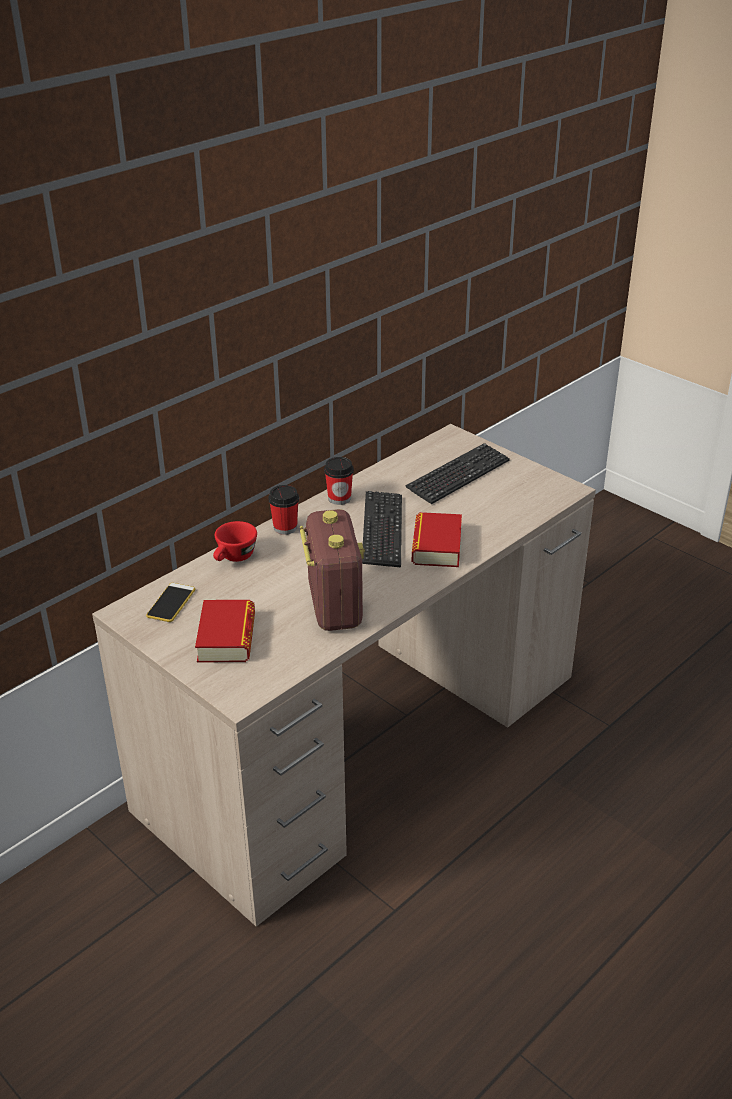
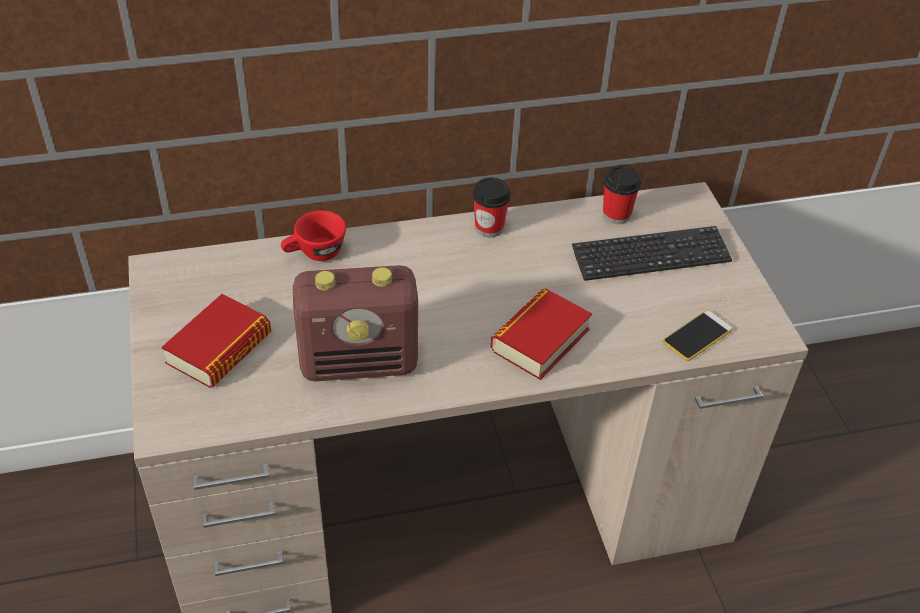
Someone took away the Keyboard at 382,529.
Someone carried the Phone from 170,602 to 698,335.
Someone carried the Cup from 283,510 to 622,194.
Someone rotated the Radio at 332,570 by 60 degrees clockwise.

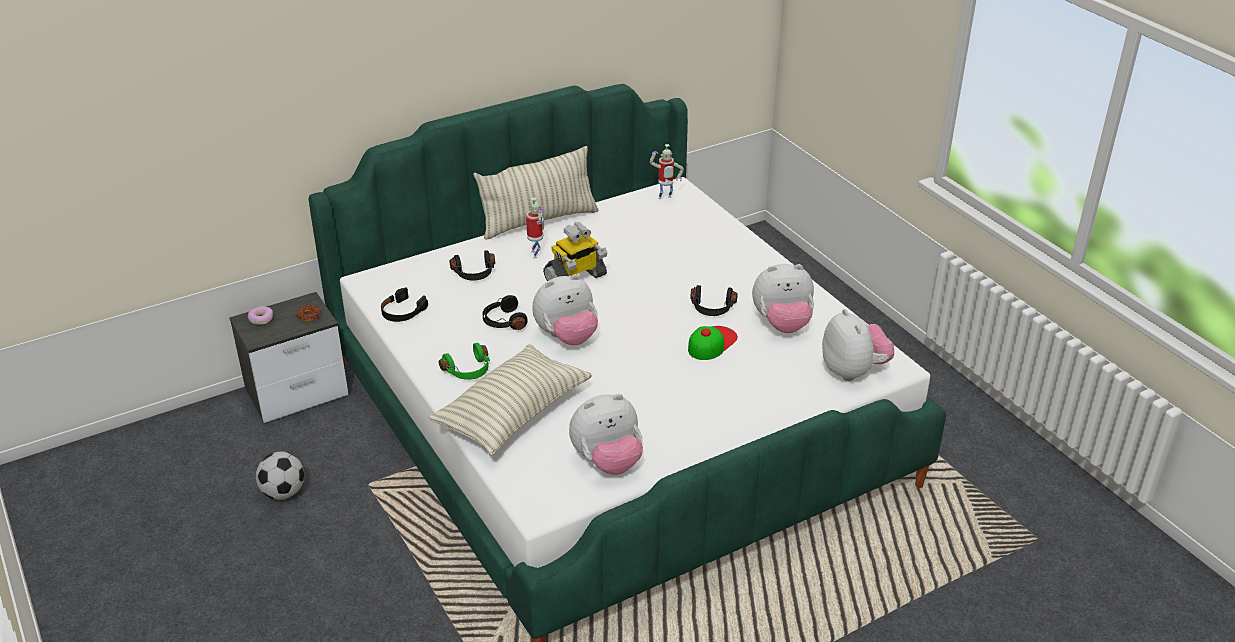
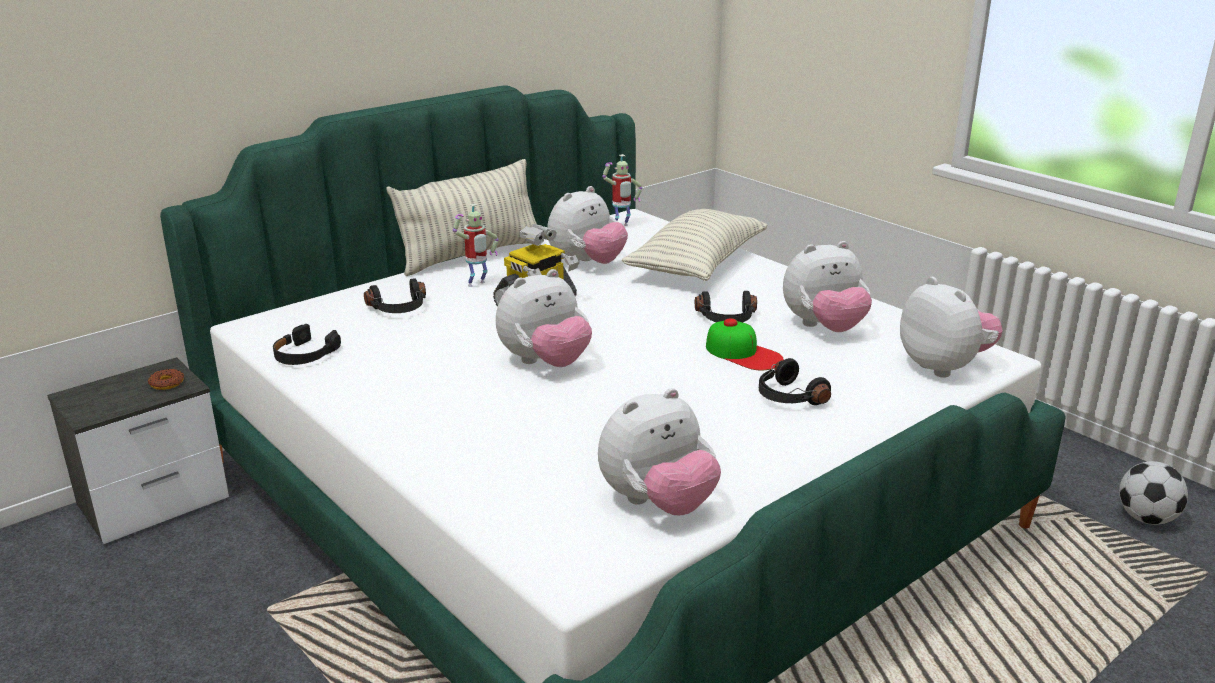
Someone took away the Donut at 260,315.
Someone took away the GreenHeadphones at 464,361.
Someone put down the PlushToy at 587,225.
Someone carried the Football from 280,476 to 1153,493.
Someone carried the Pillow from 510,399 to 694,245.
Someone carried the BlackHeadphones from 505,312 to 795,381.
Someone rotated the ToyRobot at 535,228 by 75 degrees clockwise.
Someone rotated the Cap at 713,343 by 105 degrees clockwise.

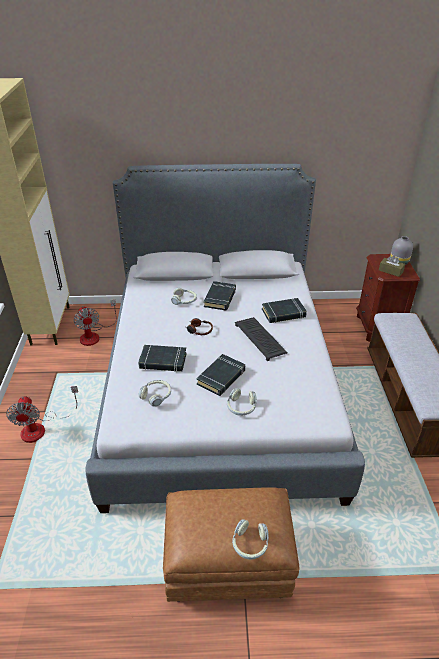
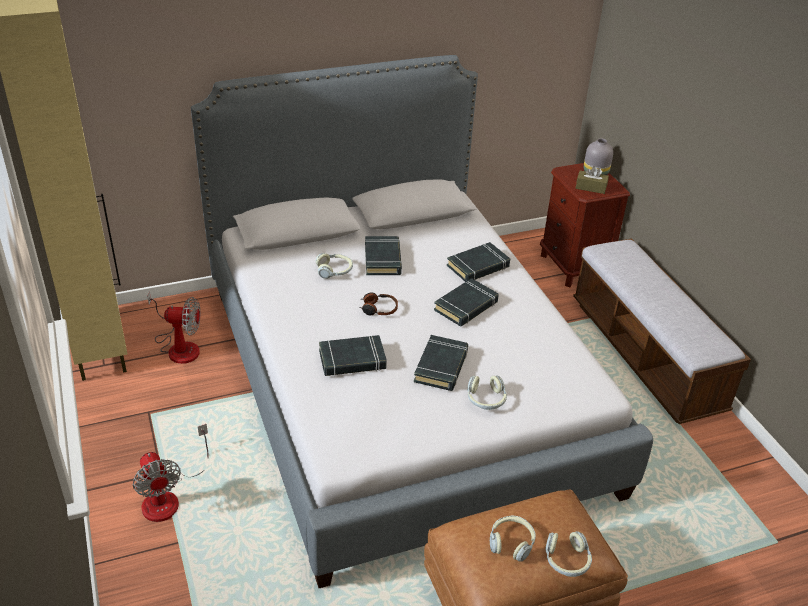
Someone carried the Headphones from 155,393 to 513,538.
Someone swapped the Keyboard at 261,339 for the BlackBook at 466,302.
Someone rotated the Fan at 95,323 by 45 degrees counterclockwise.

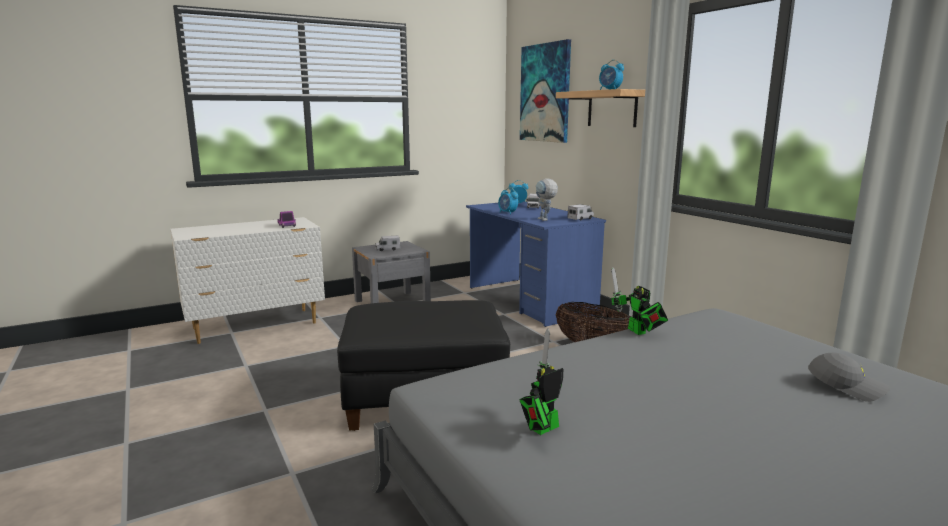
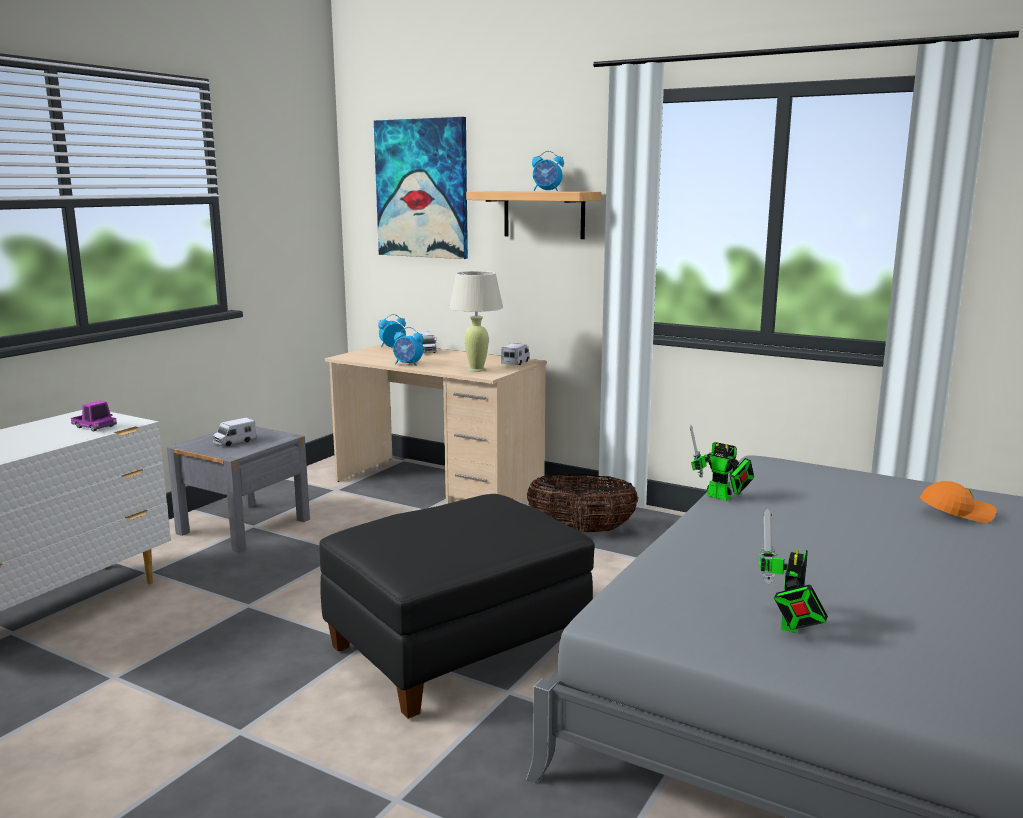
Someone swapped the ToyRobot at 547,199 for the BeigeTableLamp at 476,321.
Someone repainted the BlueDesk at 536,264, which became the BeigeDesk at 436,424.
Someone repainted the GreyCap at 849,377, which became the OrangeCap at 958,502.

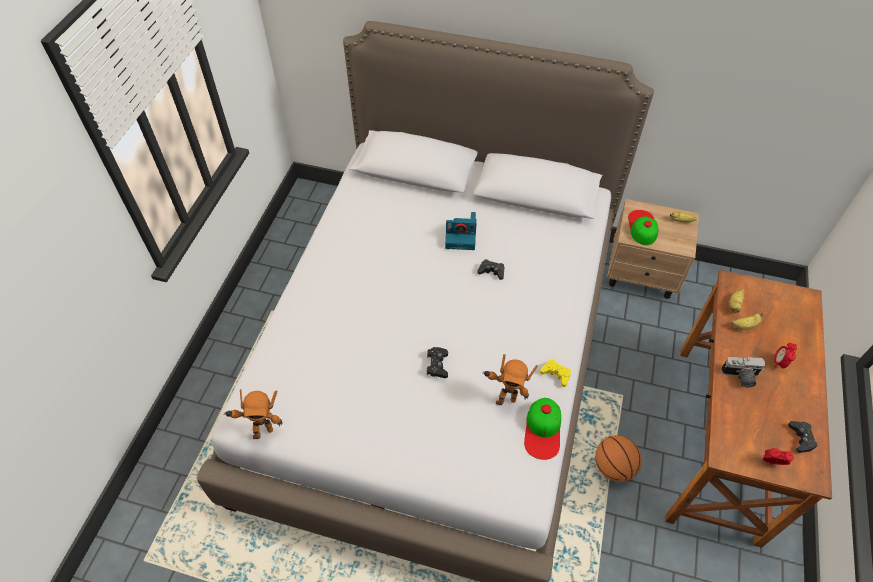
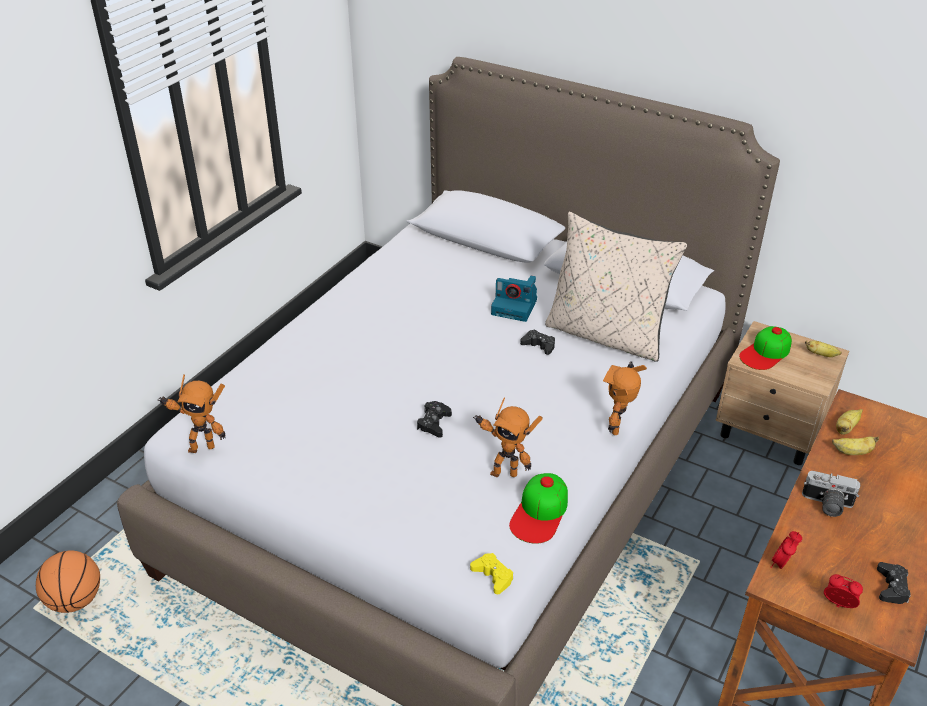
Someone put down the BeigePillow at 616,286.
Someone put down the ToyRobot at 625,398.
Someone carried the YellowGameController from 555,373 to 491,573.
Someone carried the Basketball from 618,458 to 68,582.
Someone carried the AlarmClock from 785,355 to 786,550.
Someone rotated the Cap at 643,227 by 150 degrees counterclockwise.

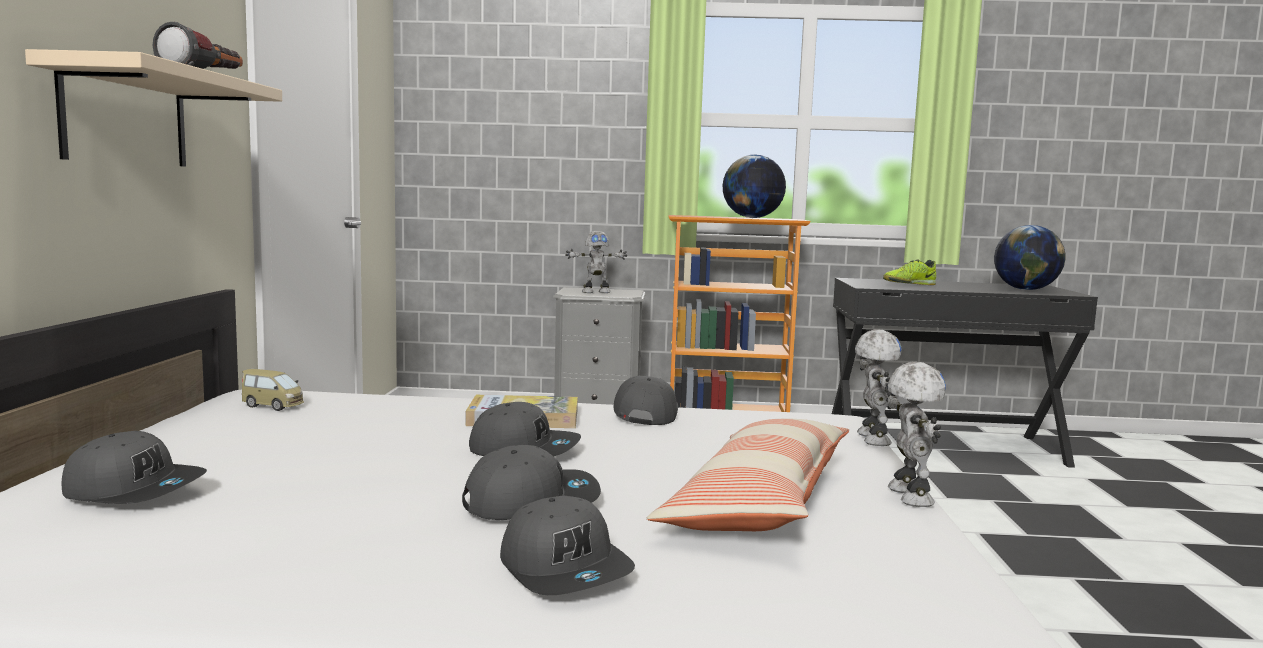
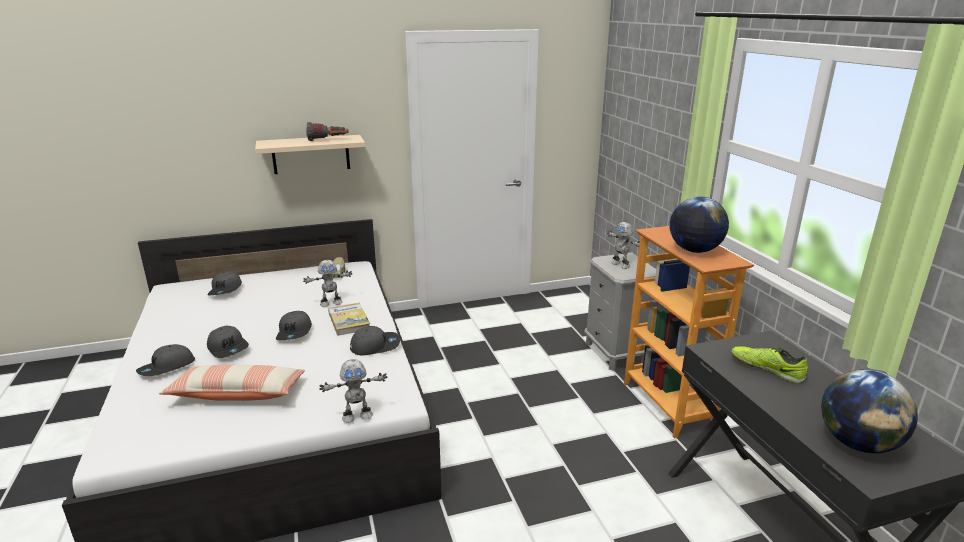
Someone carried the ToyRobot from 916,434 to 328,283.

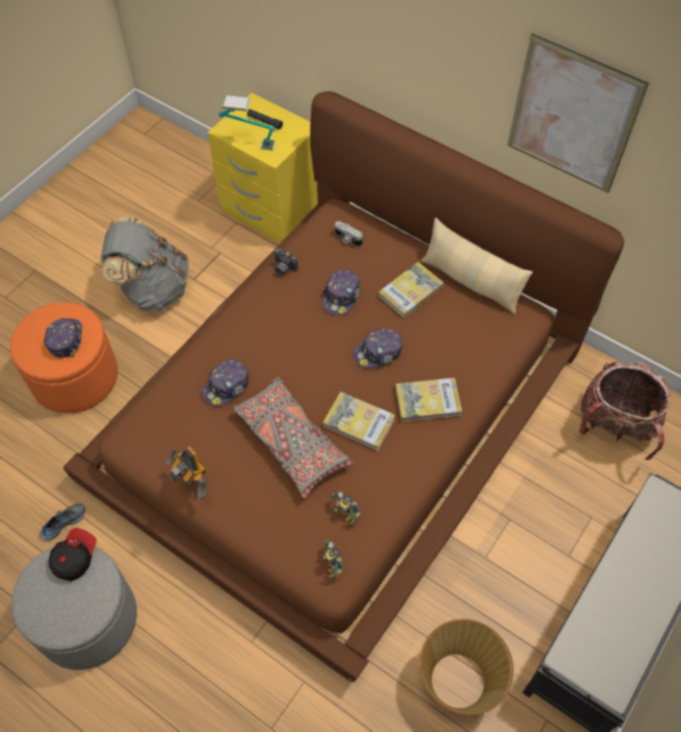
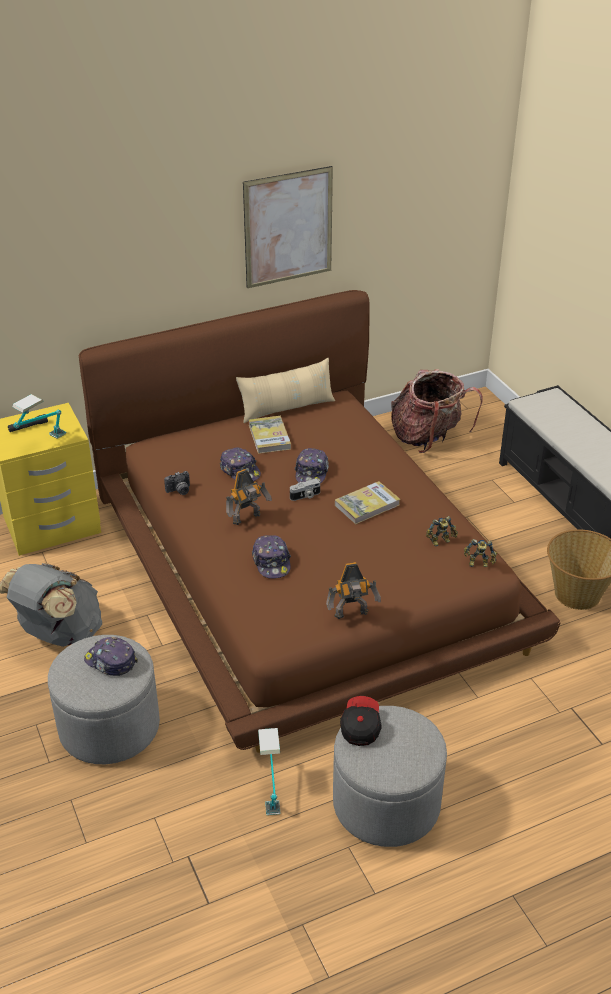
Someone took away the GreyPillow at 292,437.
Someone took away the Book at 428,400.
Someone put down the ToyRobot at 249,497.
Someone carried the PhotoCamera from 349,234 to 305,489.
Someone swapped the Shoe at 62,522 for the TableLamp at 269,771.
Someone repainted the OrangeOttoman at 64,357, which became the GreyOttoman at 104,699.
Someone rotated the Cap at 73,554 by 45 degrees clockwise.

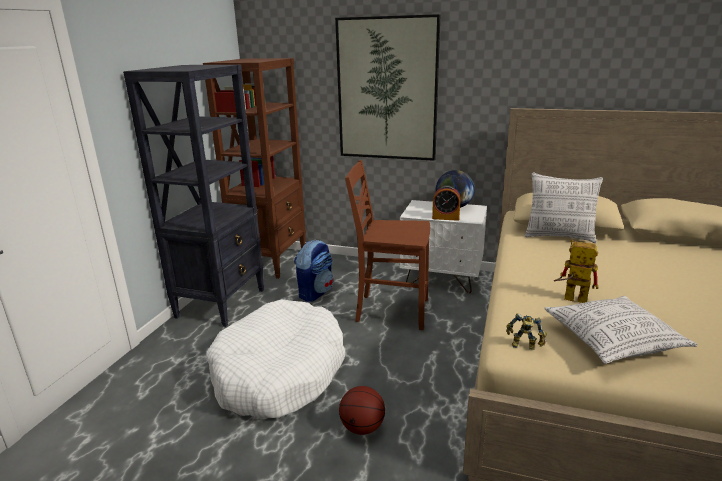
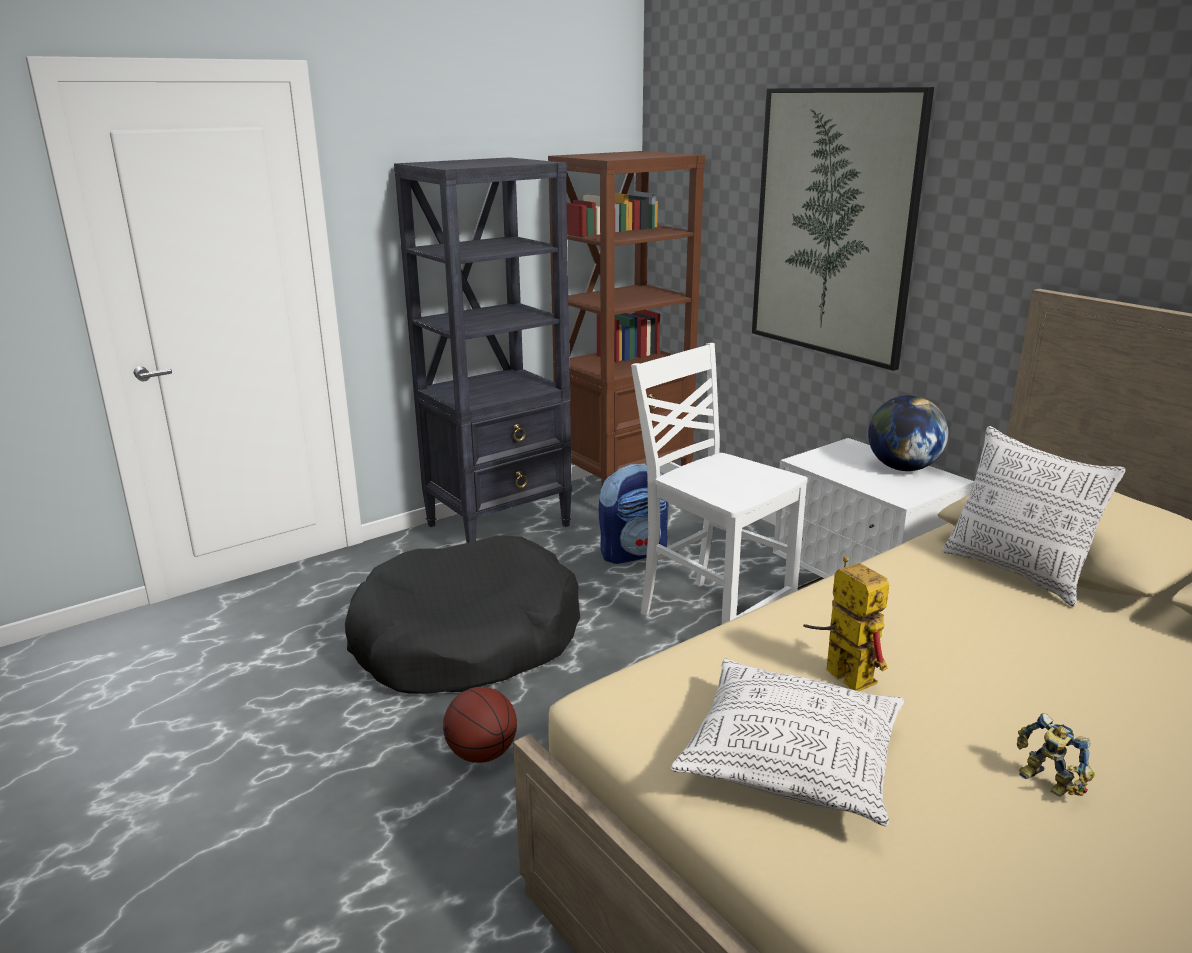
Someone took away the AlarmClock at 446,203.
Someone carried the ToyRobot from 526,331 to 1056,755.
Someone repainted the WhiteDogBed at 275,359, which became the BlackDogBed at 462,614.
Someone repainted the BrownChair at 387,245, which became the WhiteChair at 719,484.

